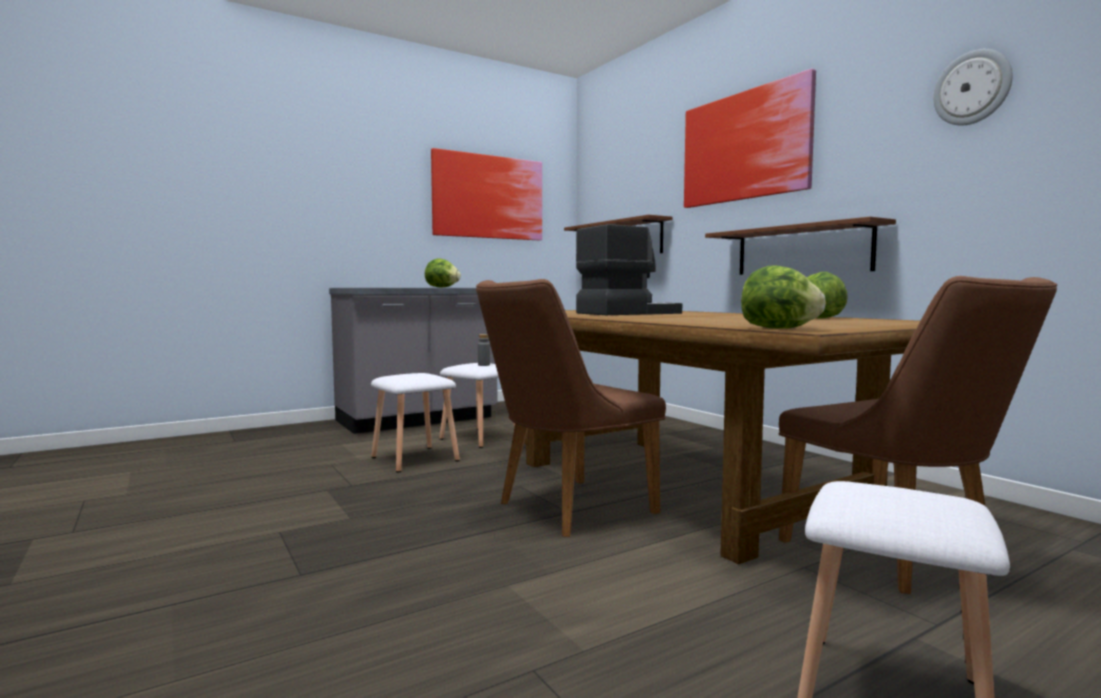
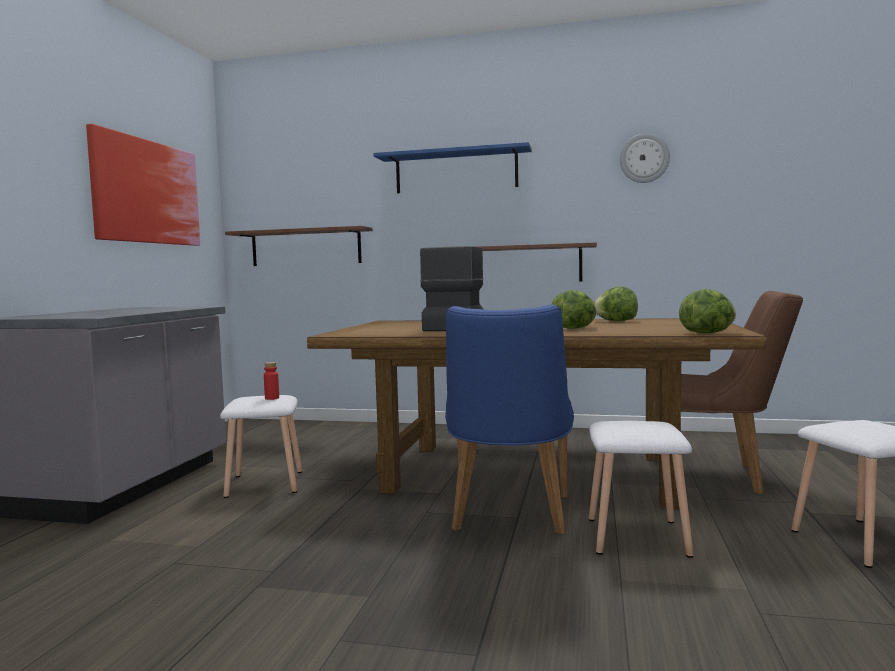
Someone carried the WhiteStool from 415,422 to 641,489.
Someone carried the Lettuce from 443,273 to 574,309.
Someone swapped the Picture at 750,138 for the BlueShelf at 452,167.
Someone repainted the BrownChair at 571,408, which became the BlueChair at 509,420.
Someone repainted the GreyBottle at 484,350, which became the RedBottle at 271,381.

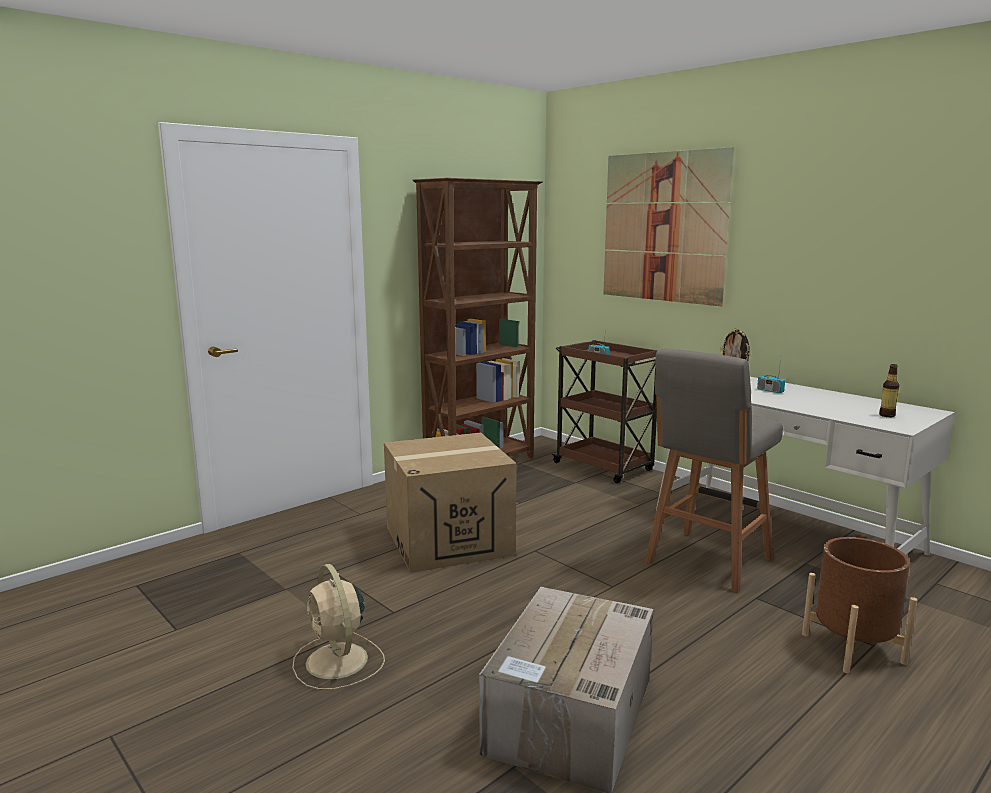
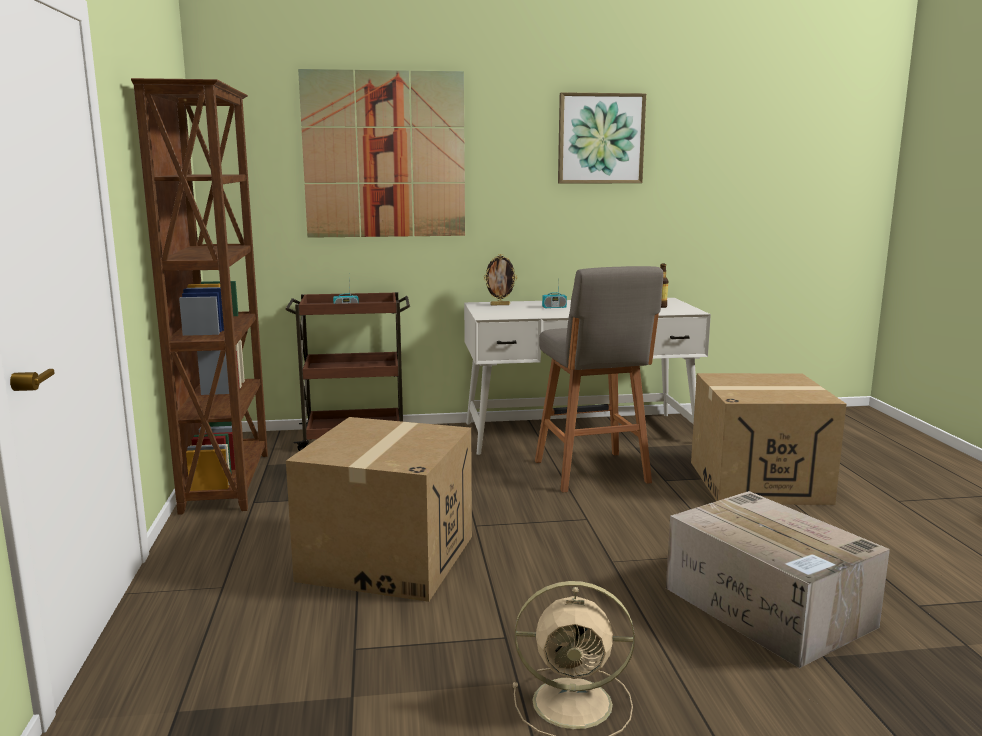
Someone put up the Picture at 602,138.
Someone swapped the BrownPlanter at 859,605 for the CardboardBox at 769,439.

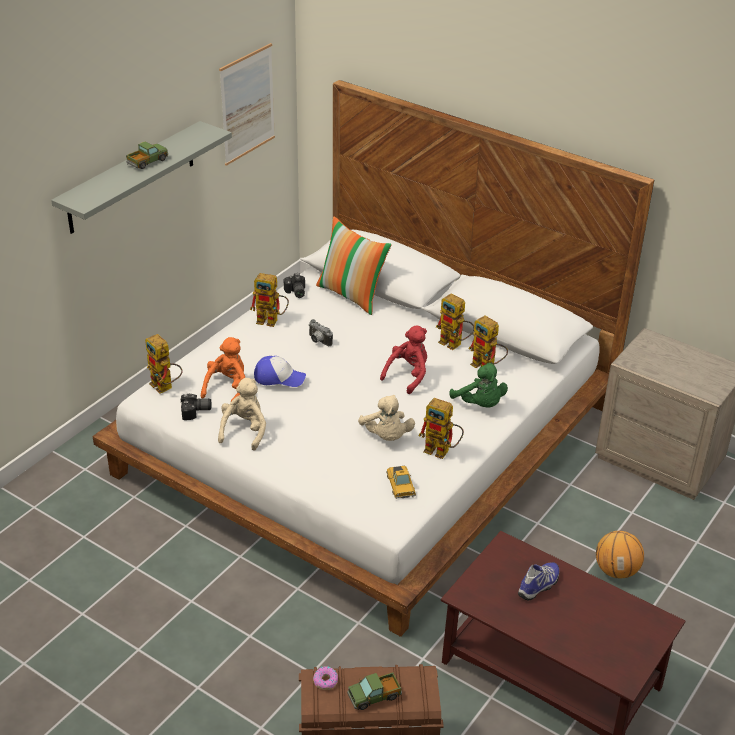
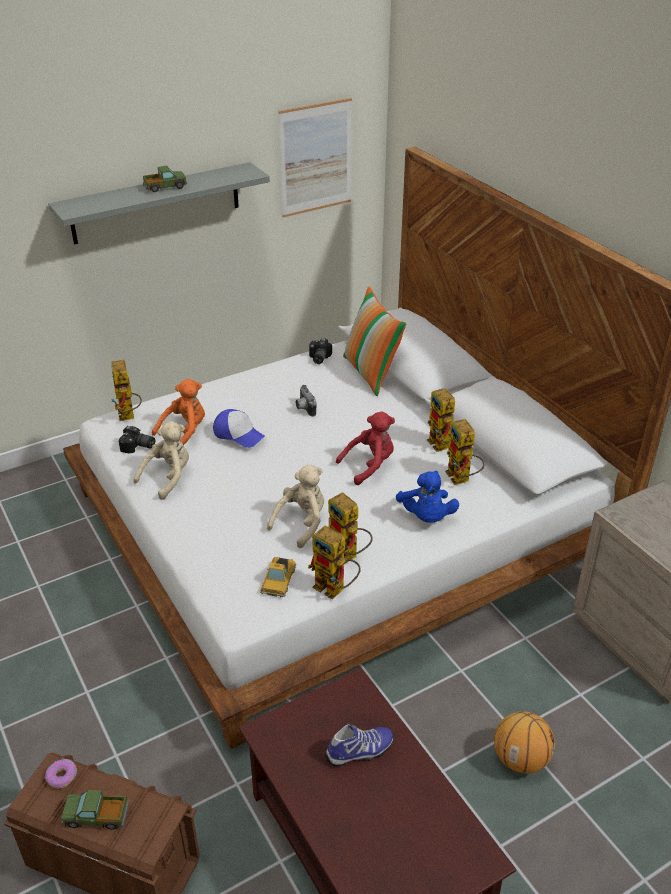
Someone carried the ToyRobot from 269,300 to 334,563.
Someone repainted the GreenPlushToy at 478,385, which became the BluePlushToy at 427,497.
Someone rotated the BeigePlushToy at 386,418 by 150 degrees counterclockwise.

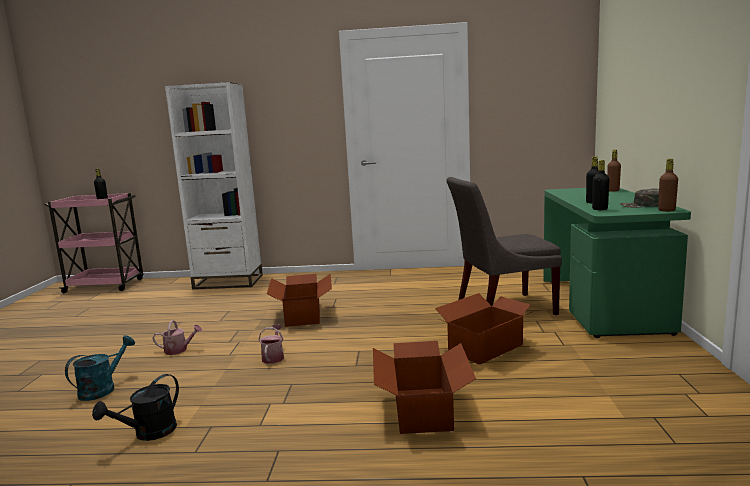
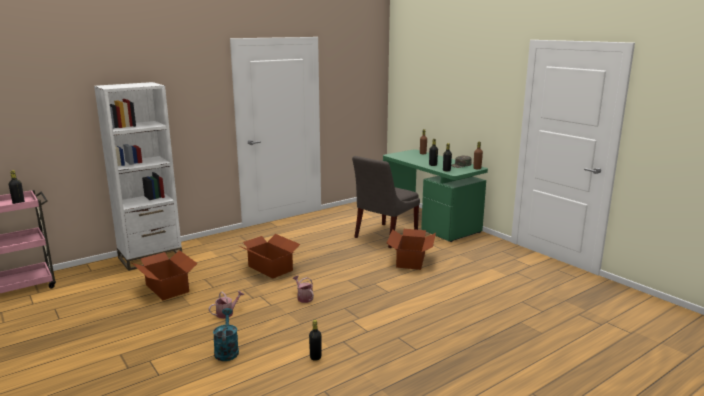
Someone carried the CardboardBox from 424,387 to 165,275.
Someone swapped the BlackWateringCan at 135,407 for the BlackBottle at 315,340.

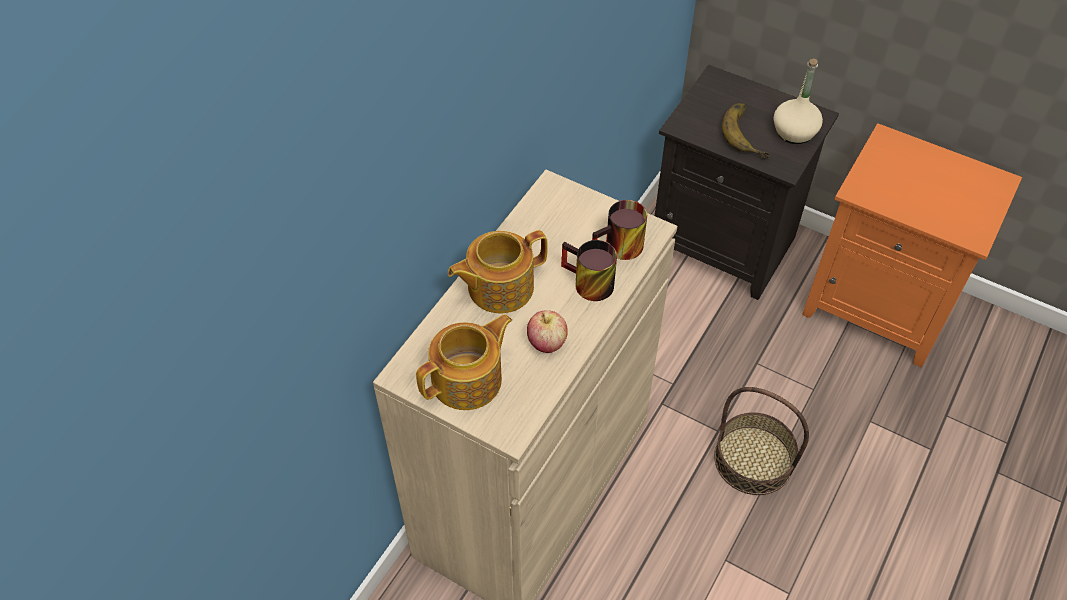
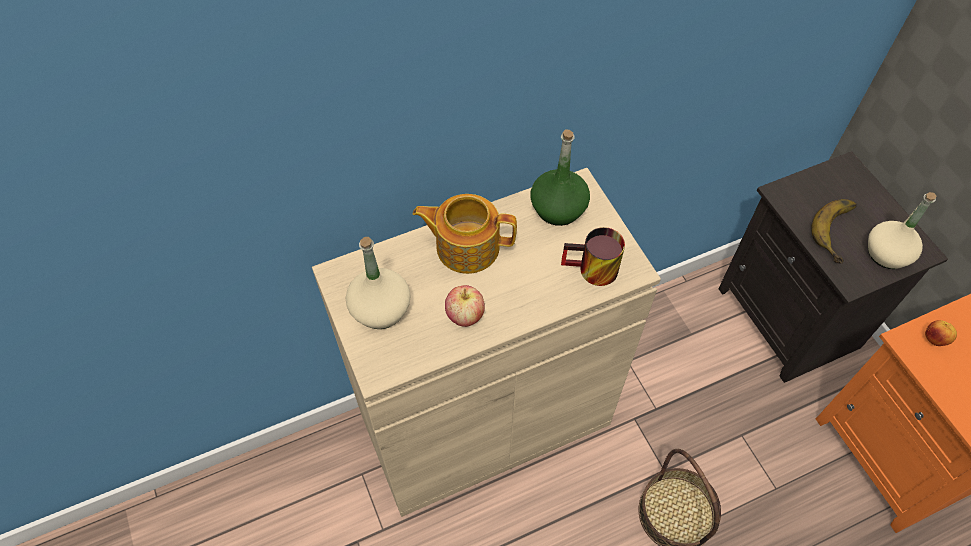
Someone took away the Mug at 589,270.
Someone put down the GreenBottle at 560,178.
Someone put down the Apple at 941,333.
Someone swapped the Teapot at 464,362 for the BeigeBottle at 378,283.

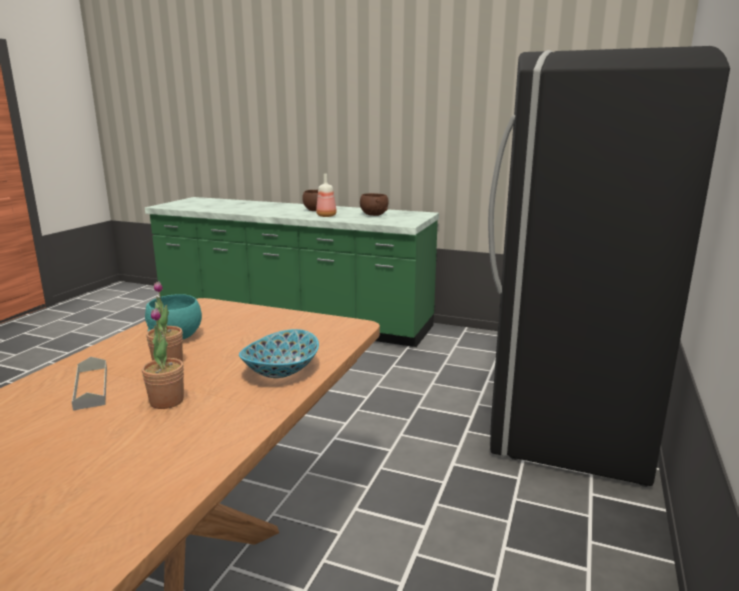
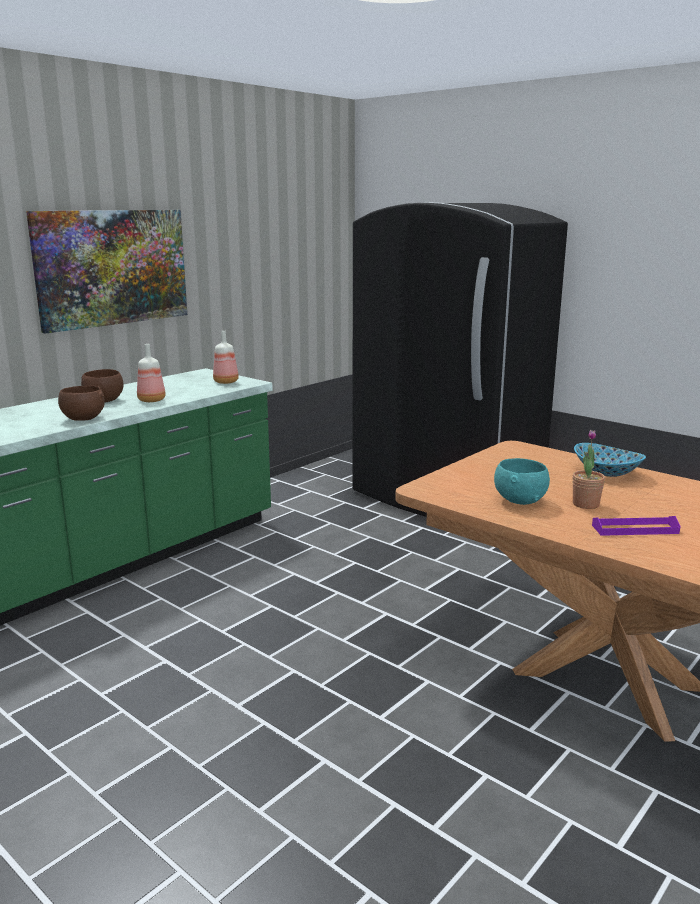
Someone took away the PottedPlant at 163,358.
Someone put up the Picture at 106,272.
Someone put down the Bottle at 226,357.
Someone carried the BrownBowl from 374,204 to 81,403.
Someone repainted the GreyTray at 89,383, which became the PurpleTray at 636,526.

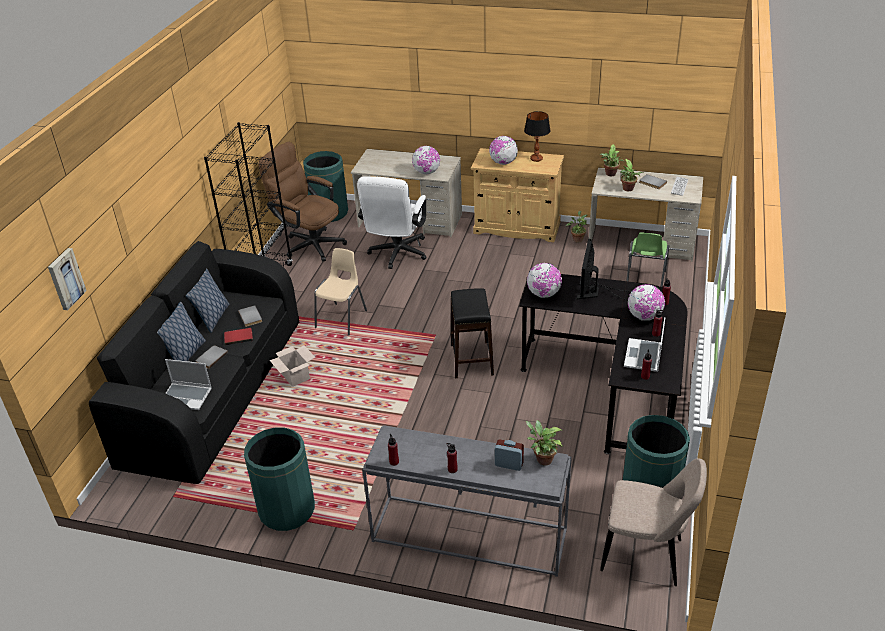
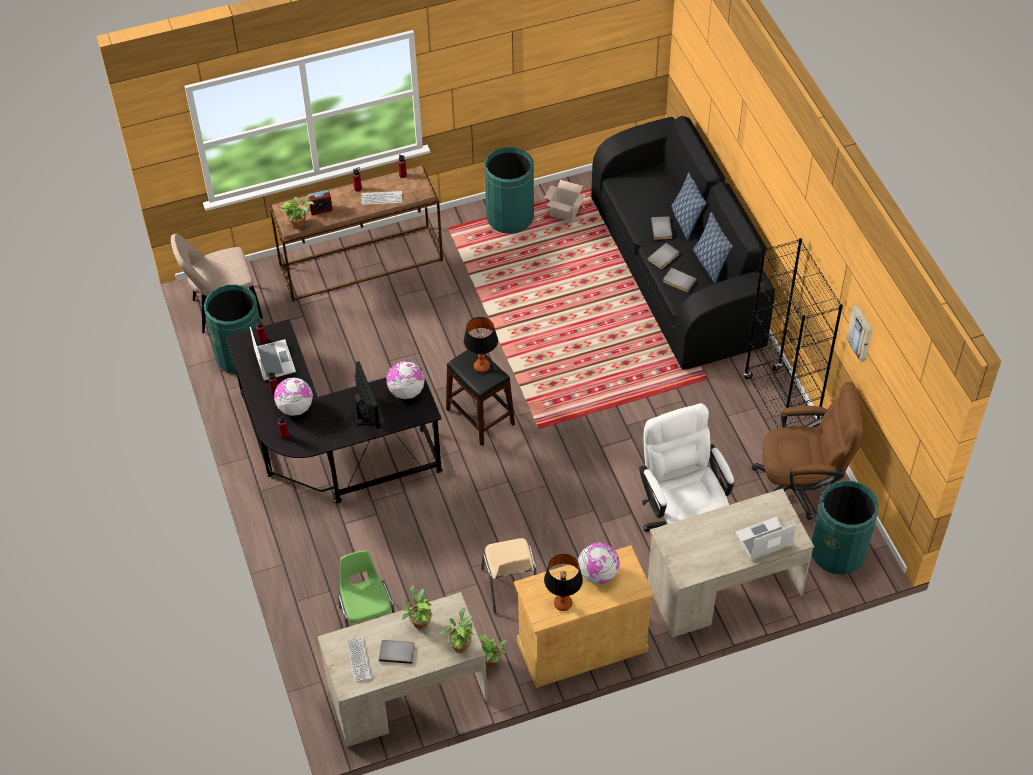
Someone took away the Globe at 426,160.
Someone put down the Keyboard at 382,198.
Someone put down the TableLamp at 481,344.
Someone carried the Picture from 67,279 to 859,334.
Someone carried the Laptop from 188,384 to 766,538.
Someone carried the CardboardBox from 292,366 to 564,201.
Someone carried the BeigeChair from 340,292 to 509,576.
Someone repainted the RedBook at 238,336, which became the GreyBook at 663,256.
Someone repainted the GreyConsoleTable at 467,501, which became the BrownConsoleTable at 356,234.

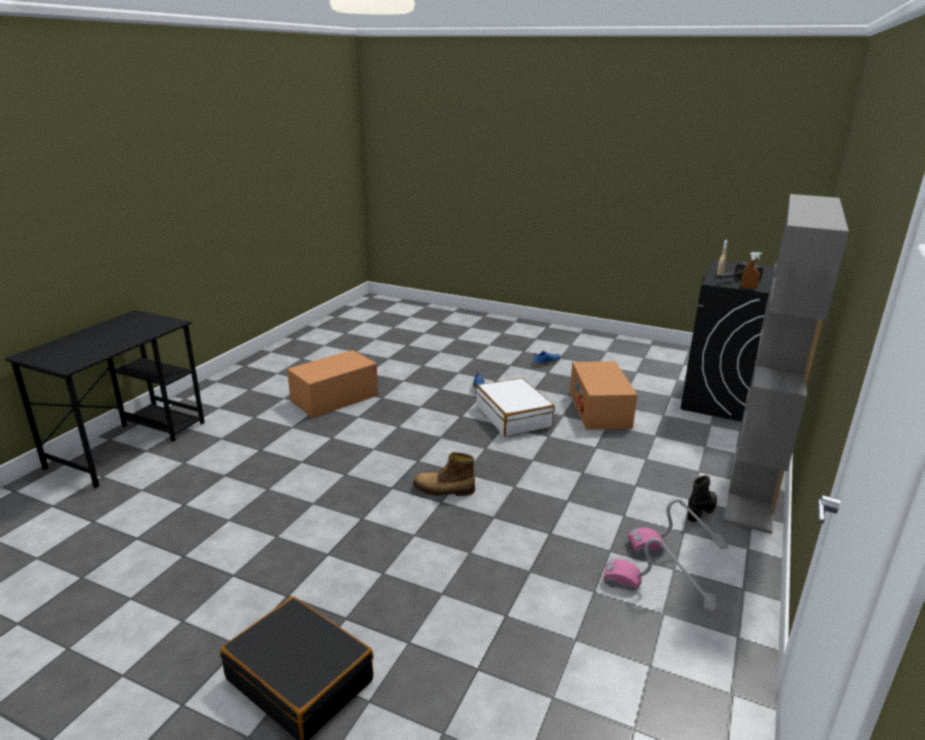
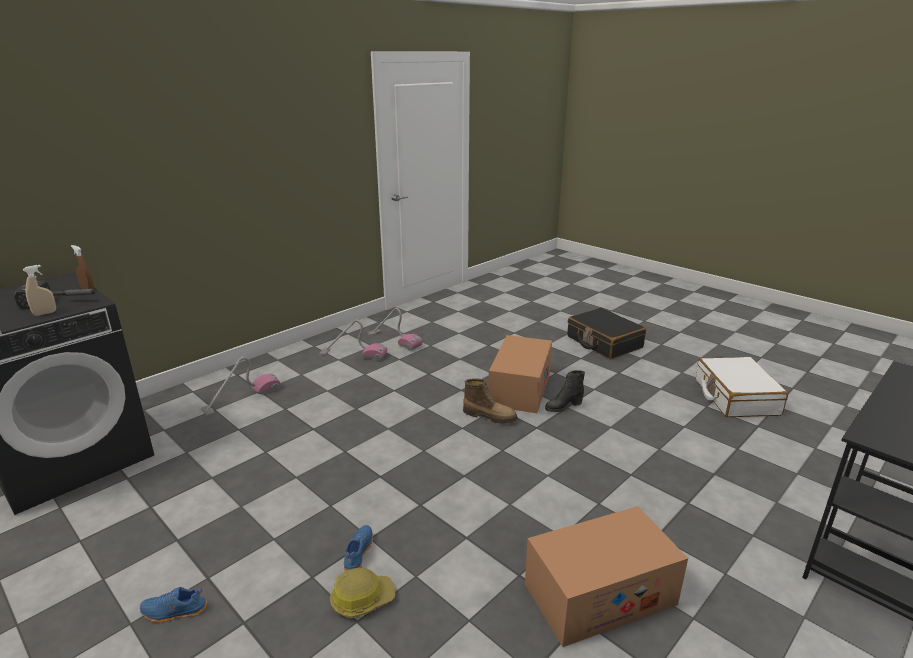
Someone took away the GreyBookcase at 786,364.
Someone put down the VacuumCleaner at 241,386.
Someone put down the HardHat at 362,593.
Someone carried the WhiteSuitcase from 515,407 to 742,387.
Someone carried the CardboardBox from 603,395 to 520,374.
Someone carried the BlackBoot from 702,498 to 565,391.

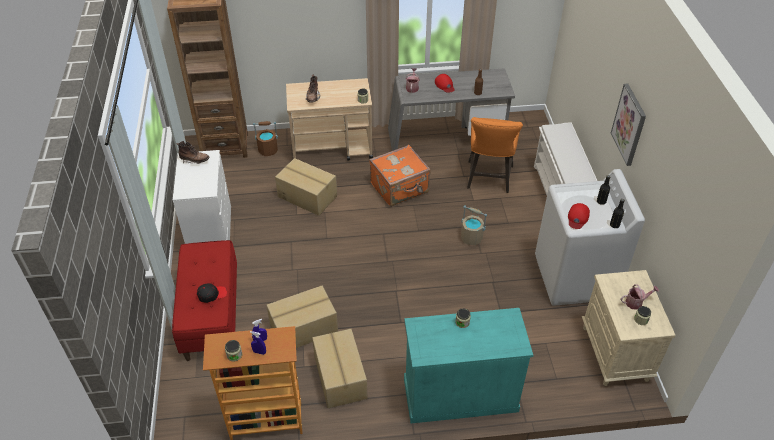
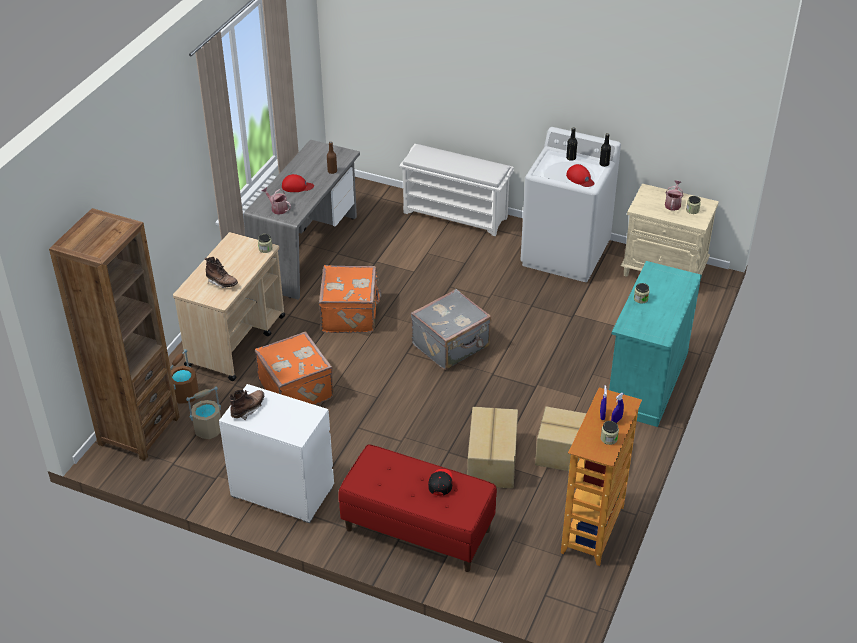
Someone took away the OrangeStool at 495,155.
Someone took away the Picture at 628,124.
Someone put down the GreySuitcase at 451,329.
Someone carried the BeigeBucket from 474,225 to 203,413.
Someone swapped the CardboardBox at 306,187 for the OrangeSuitcase at 294,368.

